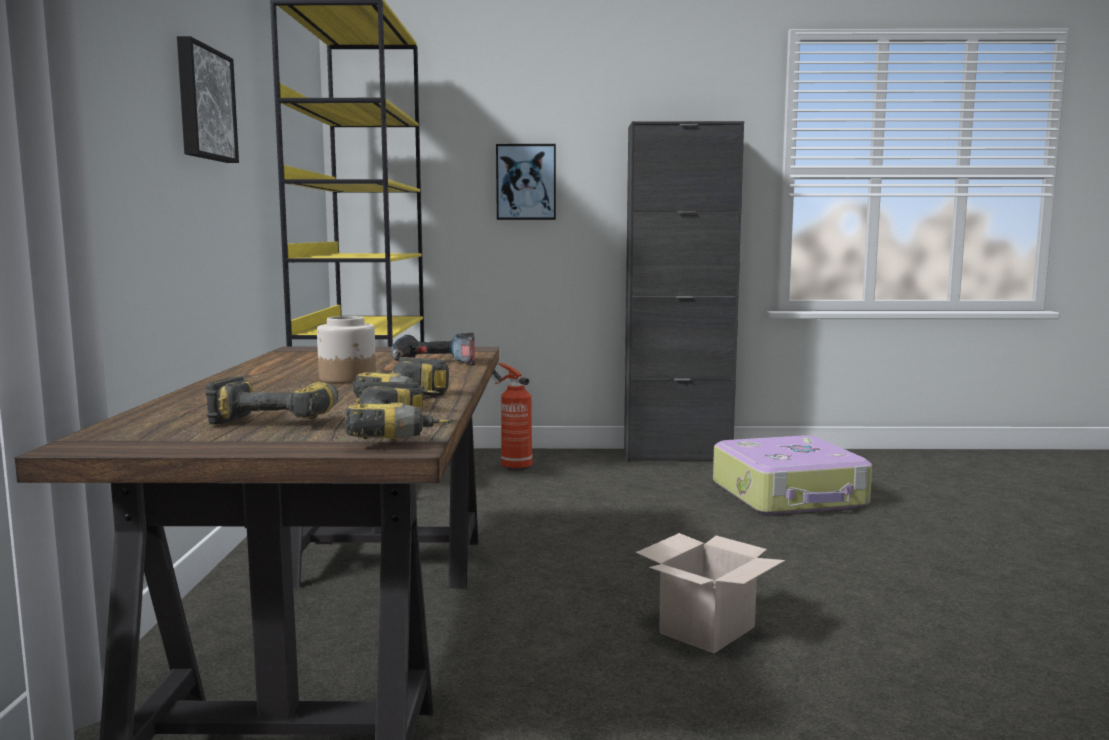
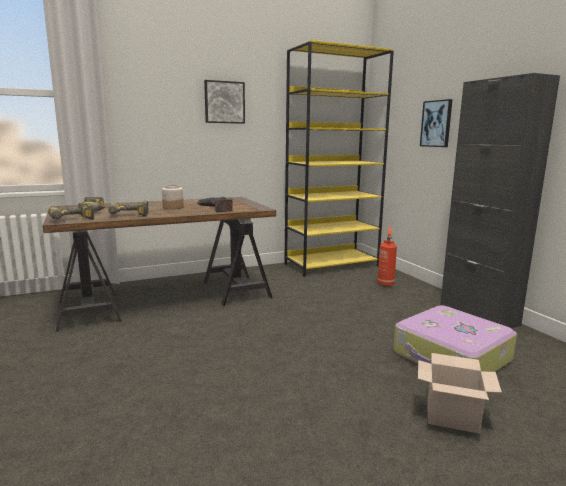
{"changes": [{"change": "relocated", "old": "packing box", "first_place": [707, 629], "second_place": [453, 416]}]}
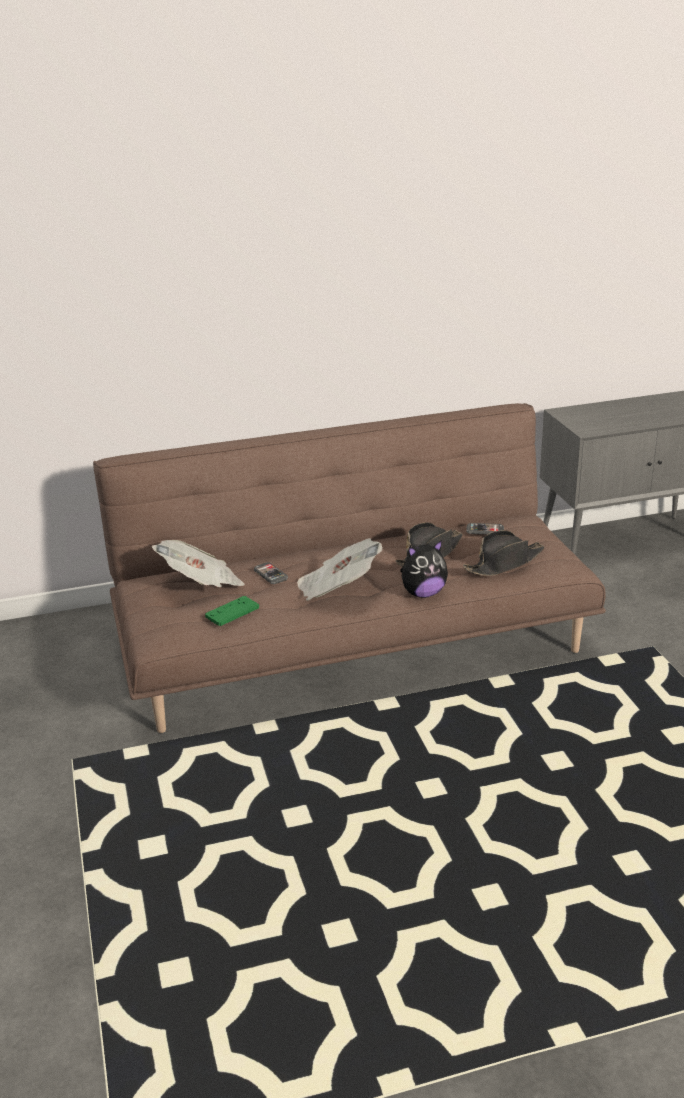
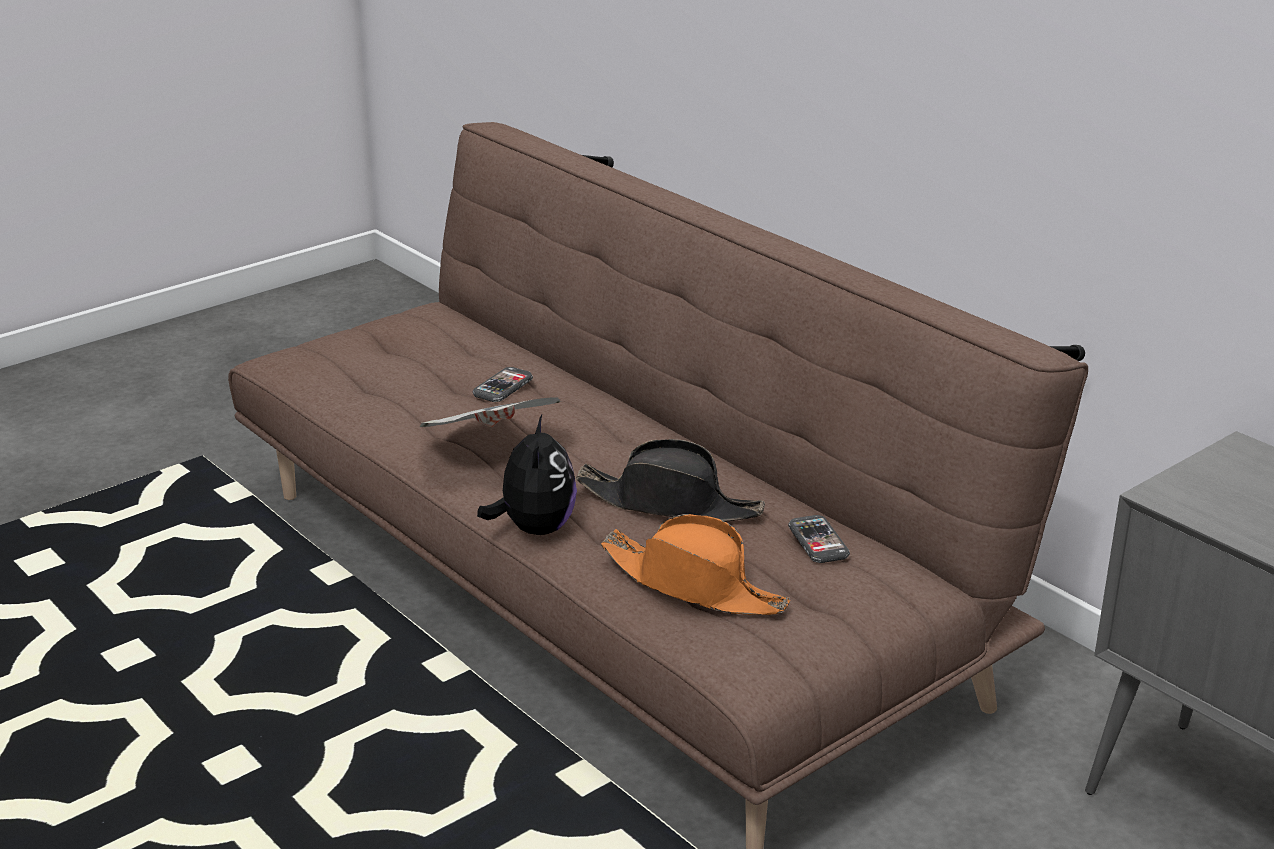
{"changes": [{"change": "colour", "old": "wearable hat (blackish)", "new": "wearable hat (orangey)", "first_place": [504, 563], "second_place": [694, 585]}, {"change": "missing", "old": "newspaper", "first_place": [201, 584]}, {"change": "spun", "old": "cuddly toy", "first_place": [423, 593], "second_place": [534, 528], "degrees": -135}, {"change": "missing", "old": "gamepad (green-coloured)", "first_place": [232, 612]}]}
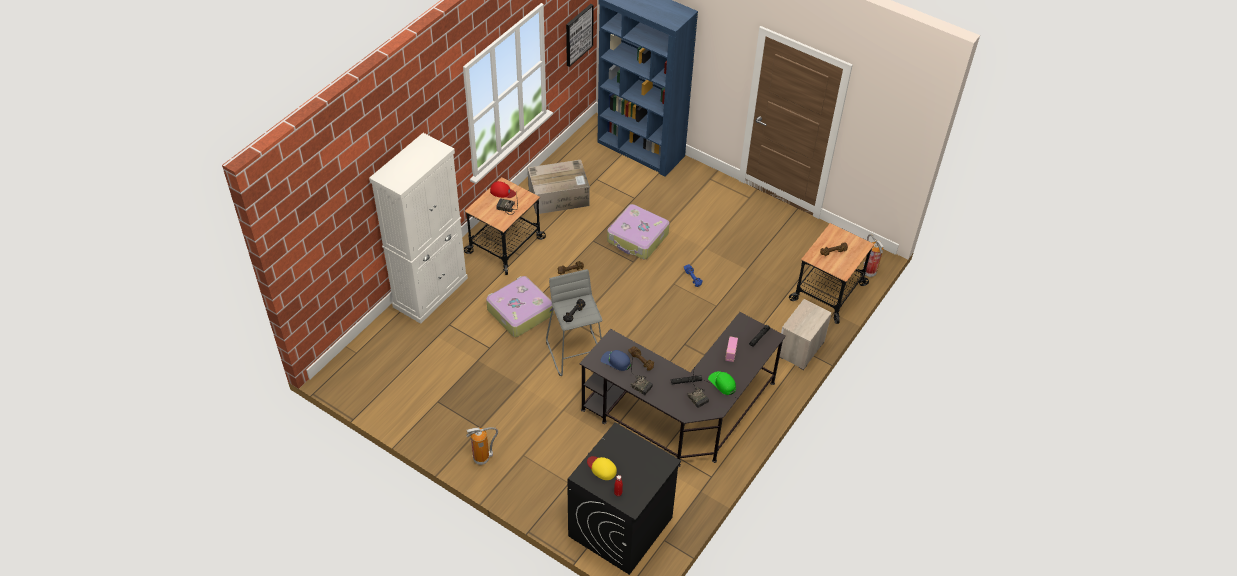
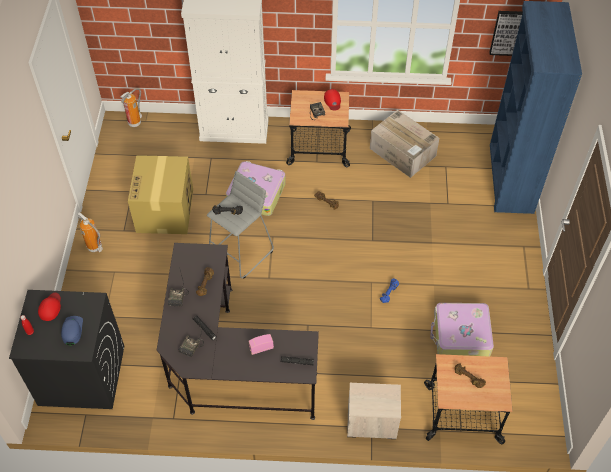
{"changes": [{"change": "relocated", "old": "suitcase", "first_place": [637, 238], "second_place": [460, 335]}, {"change": "relocated", "old": "fire extinguisher", "first_place": [868, 271], "second_place": [135, 122]}, {"change": "relocated", "old": "peaked cap (blue-coloured)", "first_place": [616, 361], "second_place": [72, 330]}, {"change": "missing", "old": "peaked cap (green-coloured)", "first_place": [722, 383]}, {"change": "colour", "old": "peaked cap (yellow)", "new": "peaked cap (red)", "first_place": [601, 468], "second_place": [50, 307]}, {"change": "appeared", "new": "packing box", "second_place": [165, 211]}]}
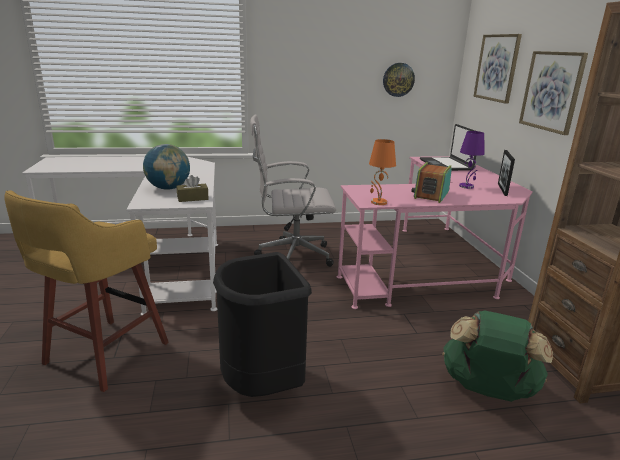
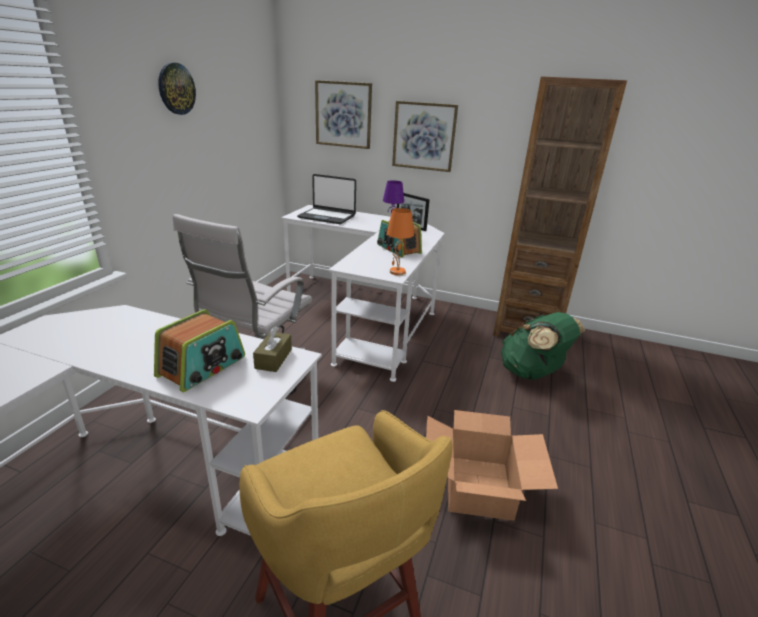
{"changes": [{"change": "relocated", "old": "clock on the wall", "first_place": [398, 79], "second_place": [176, 89]}, {"change": "exchanged", "old": "globe", "new": "radio receiver", "first_place": [168, 188], "second_place": [202, 367]}, {"change": "colour", "old": "desk unit (pink-coloured)", "new": "desk unit (whitish)", "first_place": [433, 268], "second_place": [367, 314]}, {"change": "exchanged", "old": "trash can (blackish)", "new": "packing box", "first_place": [261, 387], "second_place": [479, 487]}]}
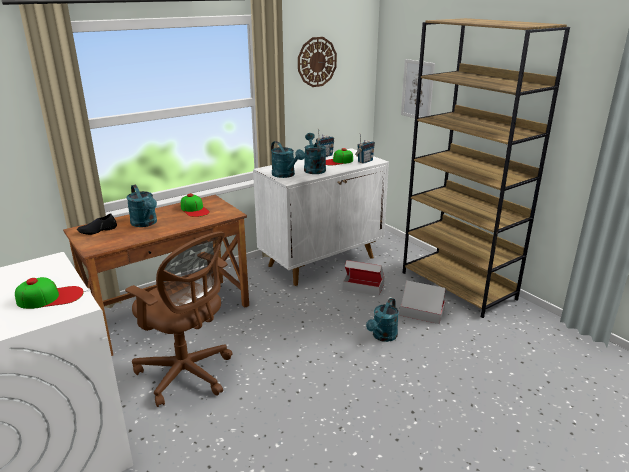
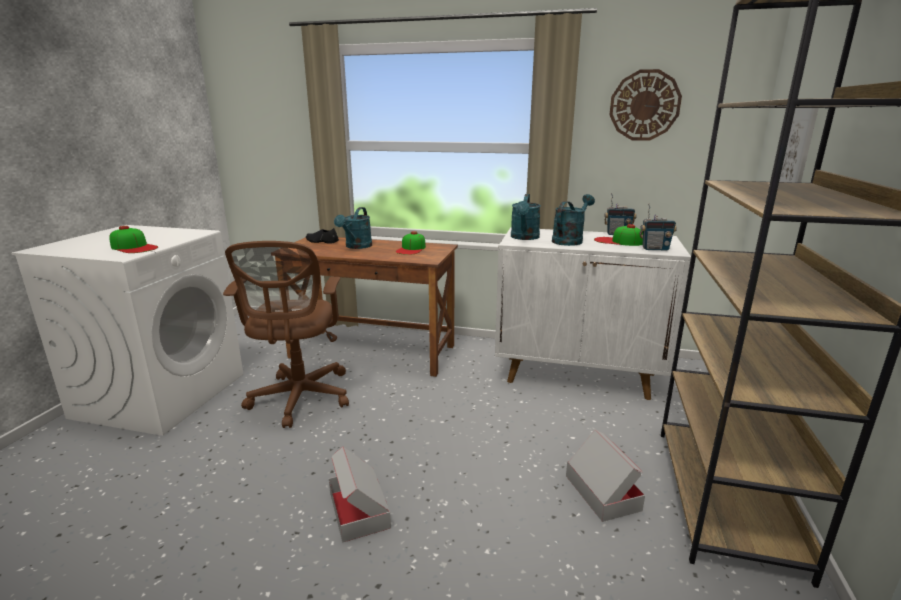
{"changes": [{"change": "relocated", "old": "packing box", "first_place": [363, 286], "second_place": [359, 510]}, {"change": "missing", "old": "sprinkling can (blue-green)", "first_place": [383, 337]}]}
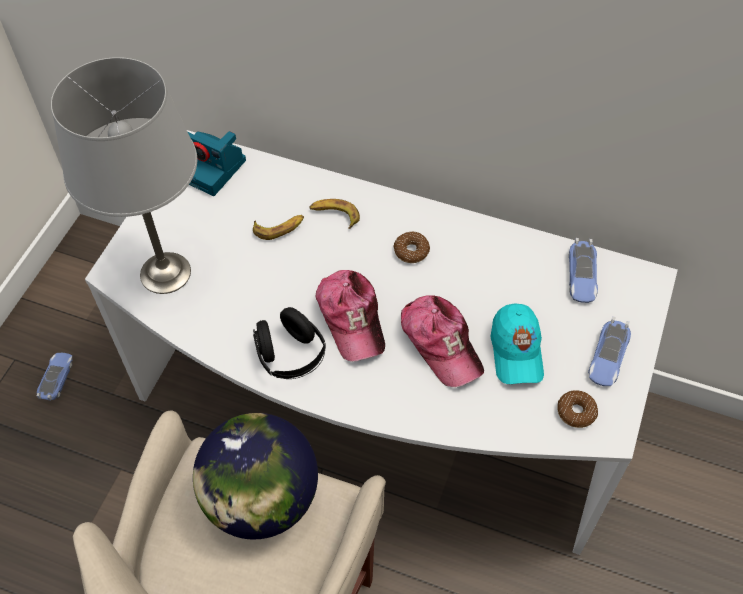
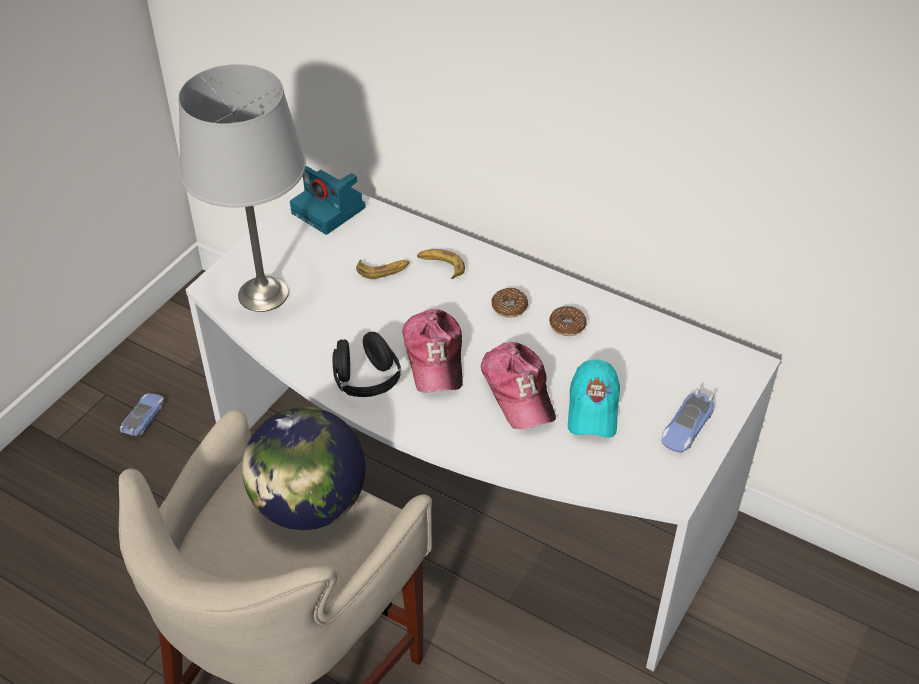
{"changes": [{"change": "missing", "old": "model car", "first_place": [581, 276]}, {"change": "relocated", "old": "doughnut", "first_place": [576, 412], "second_place": [567, 325]}]}
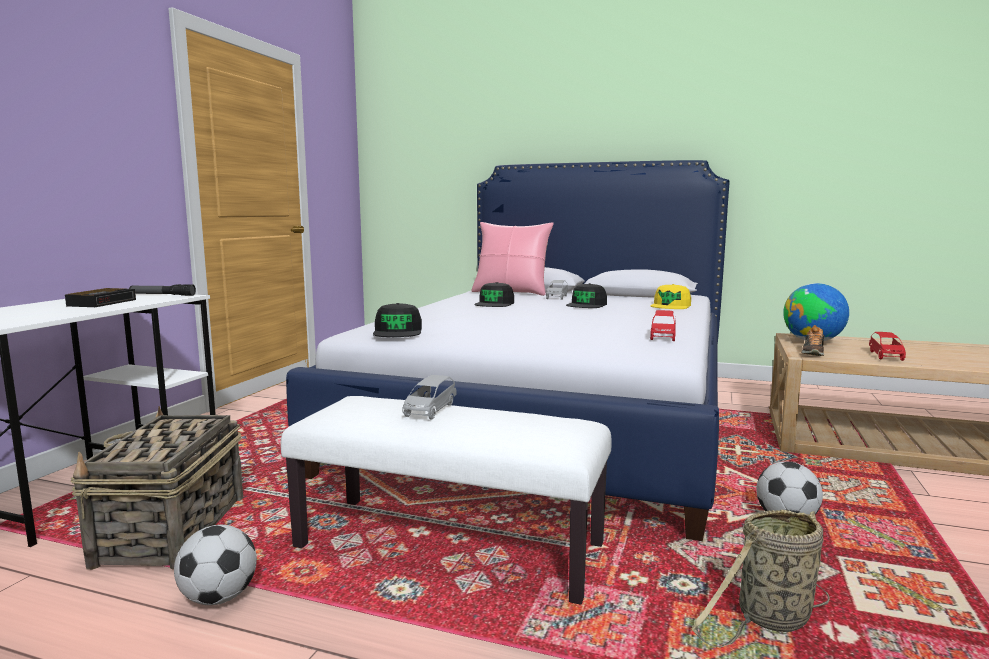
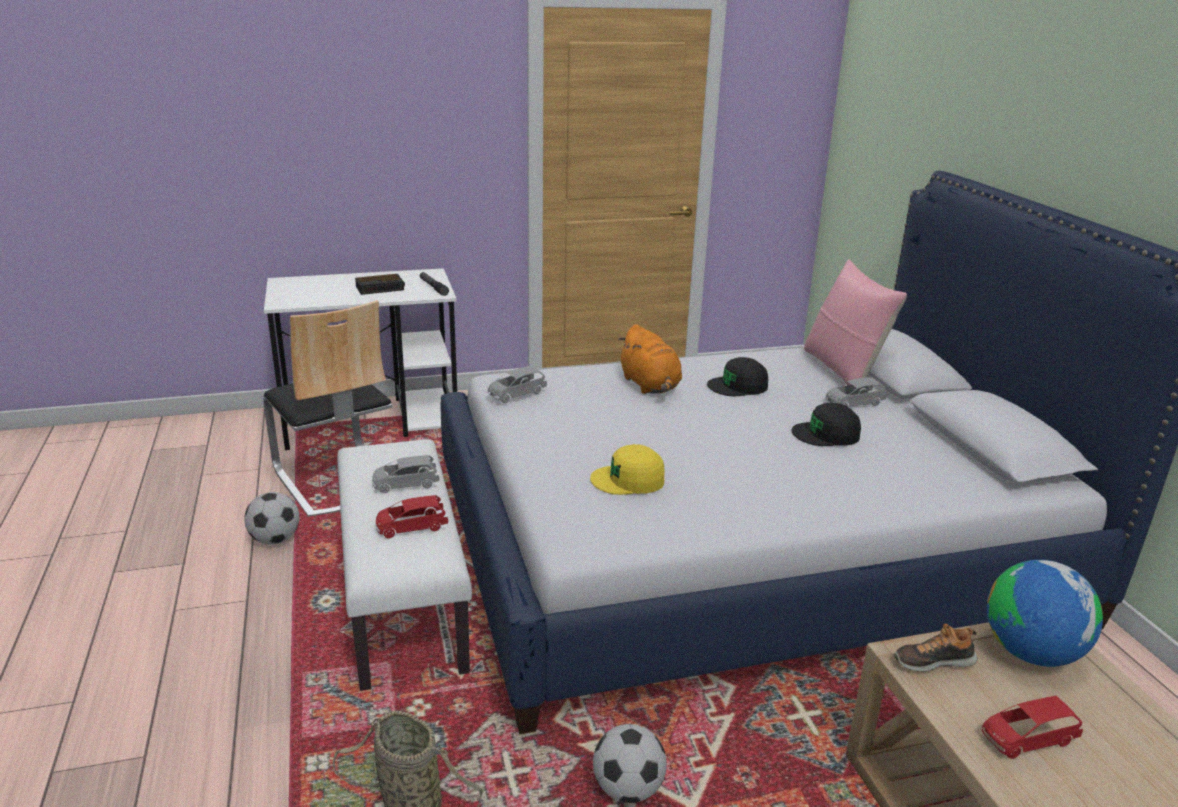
{"changes": [{"change": "relocated", "old": "peaked cap (yellow)", "first_place": [671, 306], "second_place": [629, 480]}, {"change": "exchanged", "old": "peaked cap (blackish)", "new": "model car (grey)", "first_place": [398, 331], "second_place": [516, 394]}, {"change": "relocated", "old": "model car (red)", "first_place": [663, 336], "second_place": [411, 527]}, {"change": "exchanged", "old": "storage basket", "new": "chair", "first_place": [171, 531], "second_place": [336, 481]}, {"change": "appeared", "new": "cuddly toy (orangey)", "second_place": [650, 386]}]}
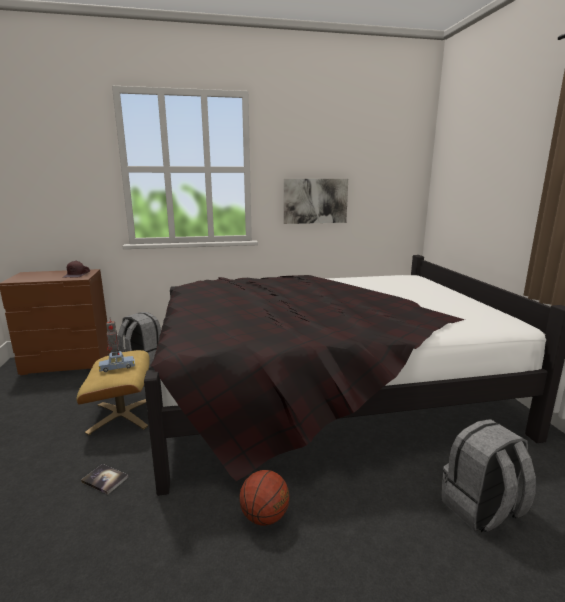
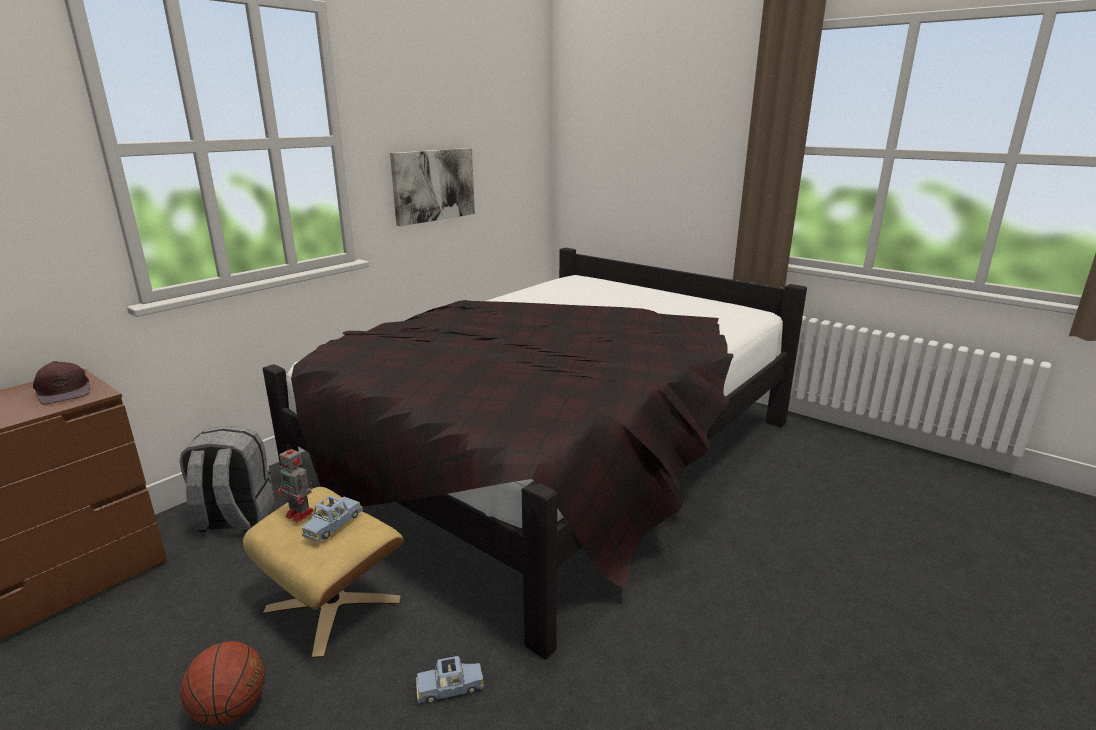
{"changes": [{"change": "missing", "old": "backpack (grey)", "first_place": [481, 510]}, {"change": "exchanged", "old": "volume", "new": "model car (blue-coloured)", "first_place": [105, 479], "second_place": [450, 688]}, {"change": "relocated", "old": "ball for basketball", "first_place": [264, 517], "second_place": [231, 709]}]}
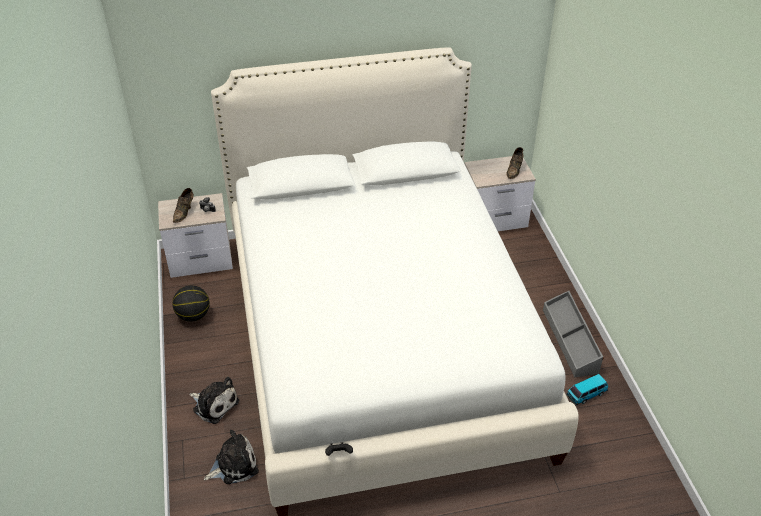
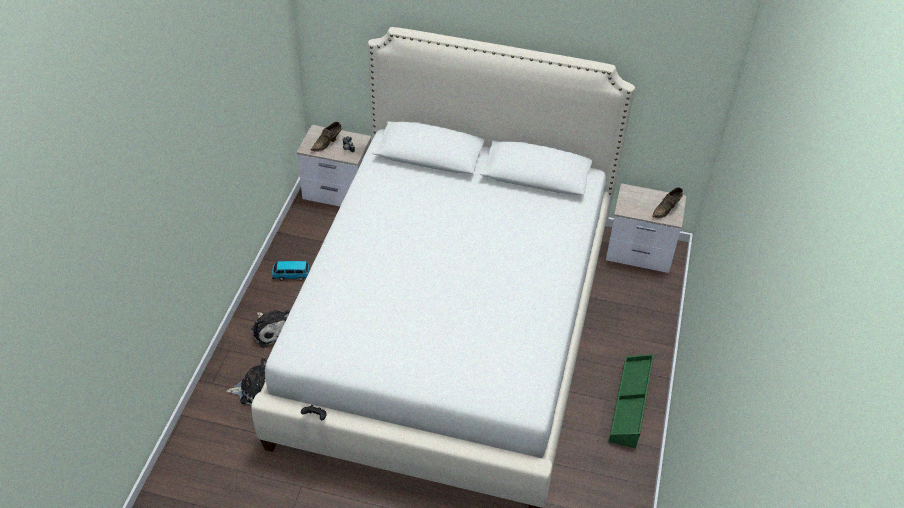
{"changes": [{"change": "missing", "old": "ball for basketball", "first_place": [193, 315]}, {"change": "colour", "old": "storage bin (grey)", "new": "storage bin (green-coloured)", "first_place": [571, 340], "second_place": [631, 405]}, {"change": "relocated", "old": "model car", "first_place": [586, 394], "second_place": [291, 275]}]}
